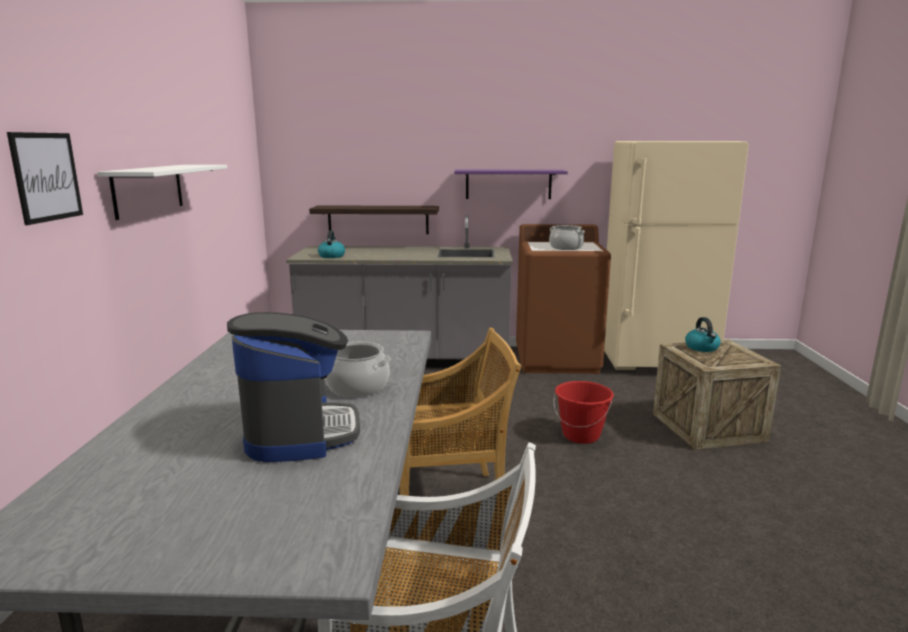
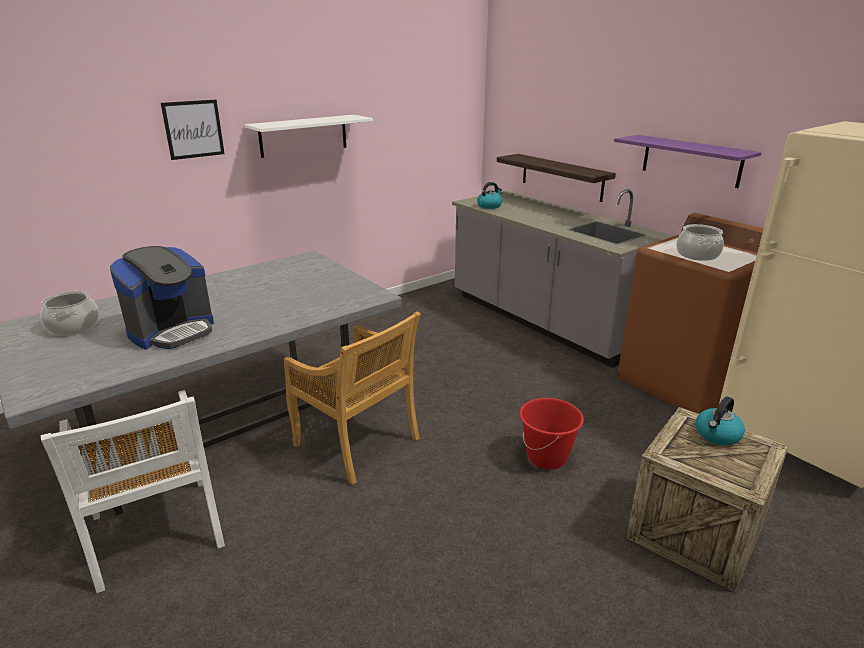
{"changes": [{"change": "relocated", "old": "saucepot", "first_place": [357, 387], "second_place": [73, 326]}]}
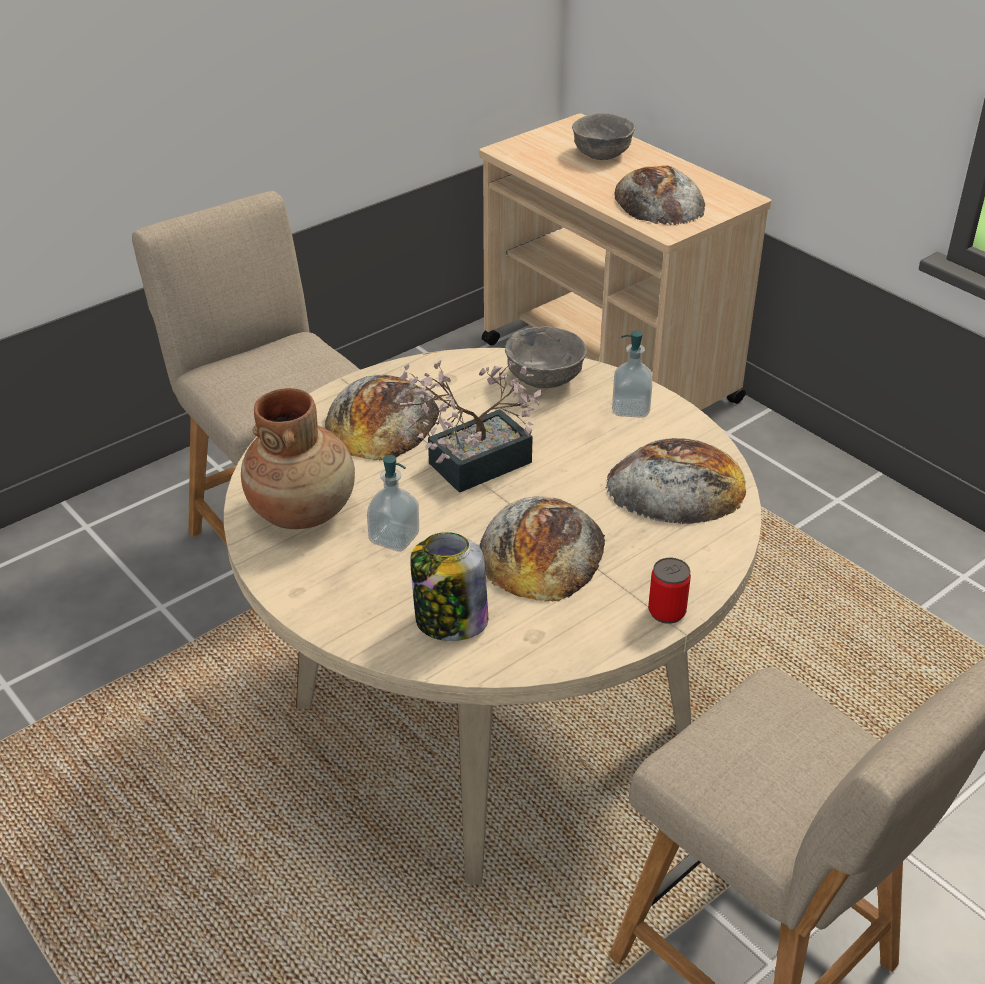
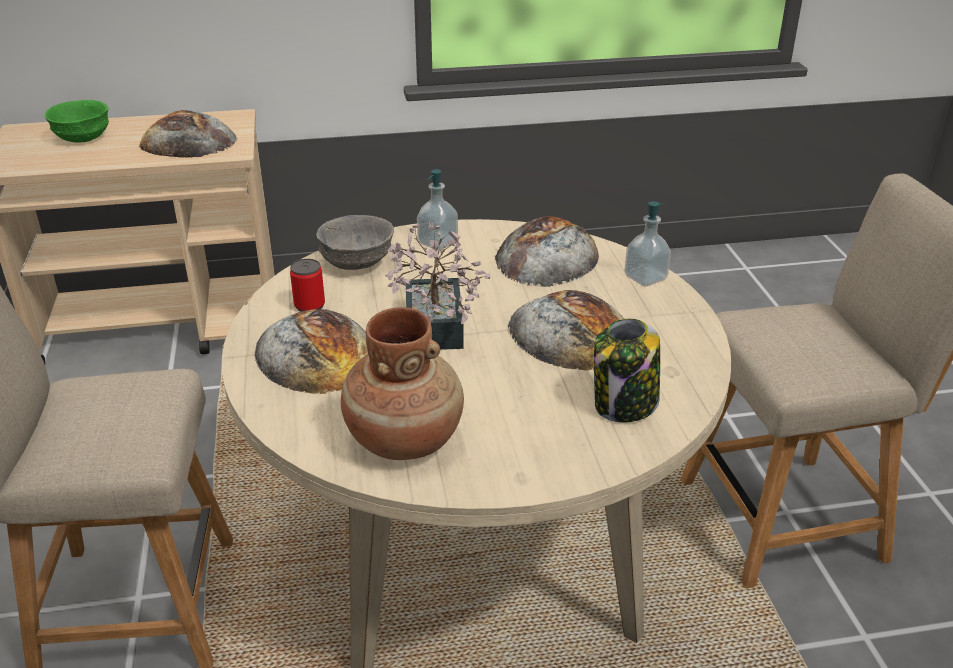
{"changes": [{"change": "colour", "old": "deep dish (grey)", "new": "deep dish (green-coloured)", "first_place": [602, 154], "second_place": [83, 137]}, {"change": "relocated", "old": "soap bottle", "first_place": [394, 538], "second_place": [645, 278]}, {"change": "relocated", "old": "can", "first_place": [667, 612], "second_place": [309, 305]}]}
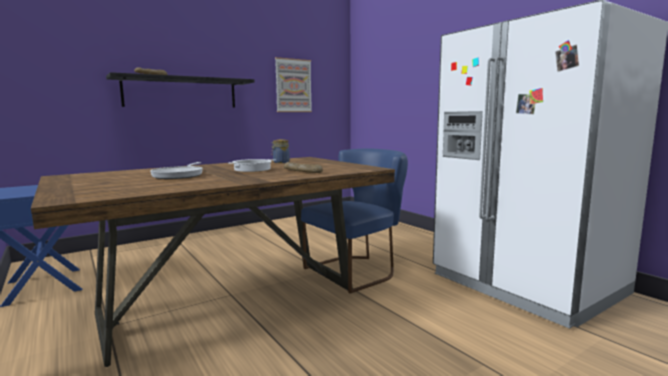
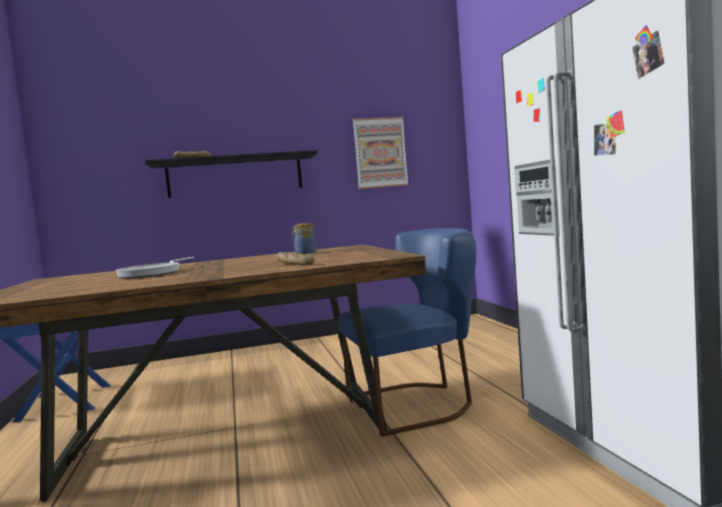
{"changes": [{"change": "missing", "old": "saucepot", "first_place": [252, 169]}]}
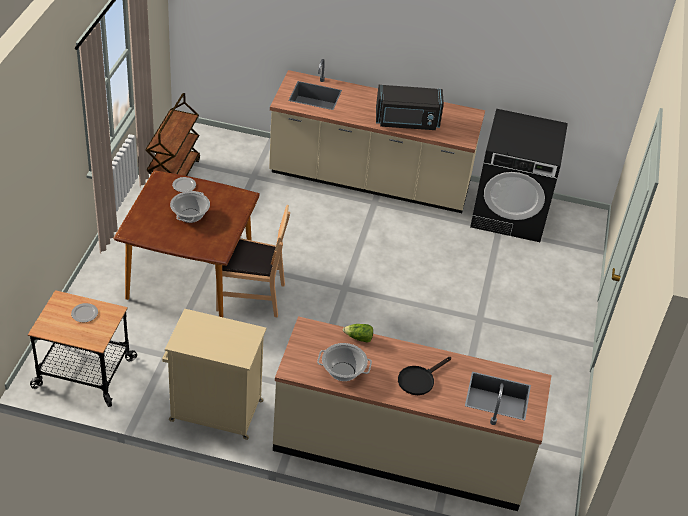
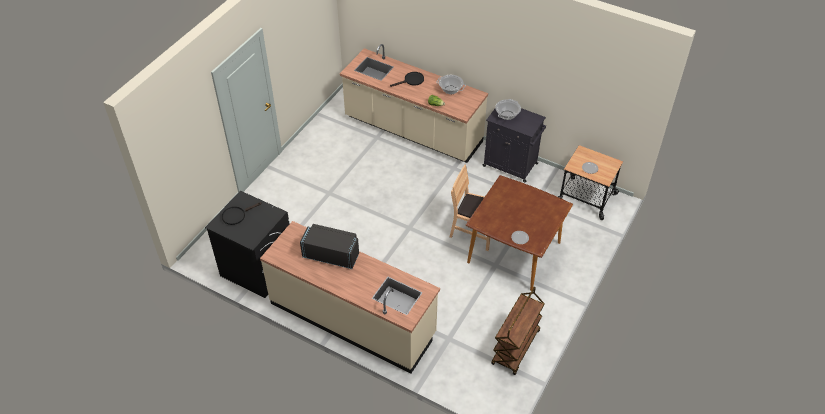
{"changes": [{"change": "relocated", "old": "saucepot", "first_place": [190, 216], "second_place": [507, 115]}, {"change": "colour", "old": "cupboard (sand-coloured)", "new": "cupboard (blackish)", "first_place": [214, 410], "second_place": [511, 165]}, {"change": "appeared", "new": "pan (blackish)", "second_place": [237, 215]}]}
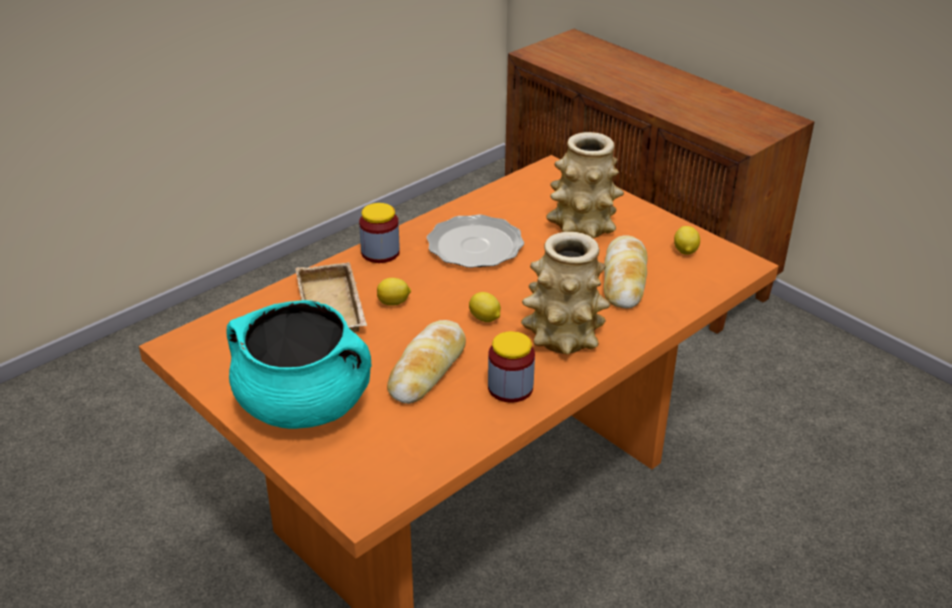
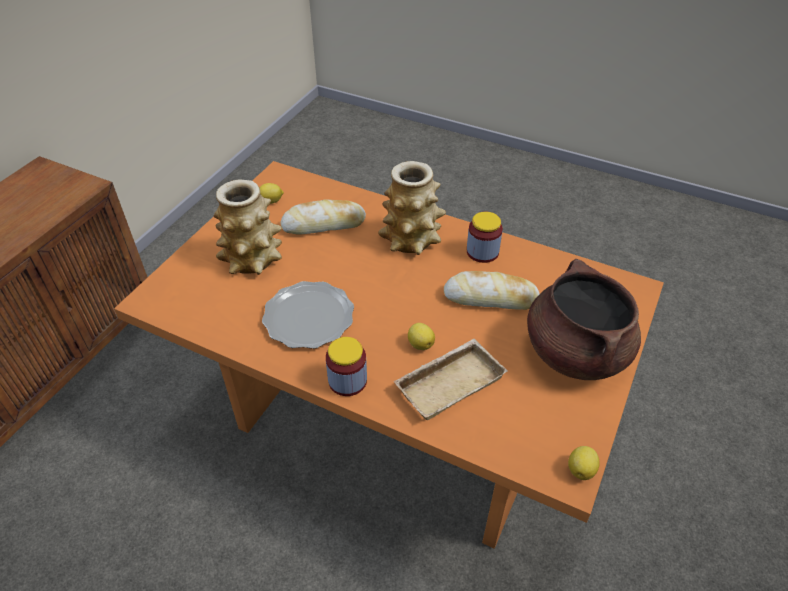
{"changes": [{"change": "relocated", "old": "whole lemon", "first_place": [485, 319], "second_place": [581, 469]}, {"change": "colour", "old": "saucepot (blue-green)", "new": "saucepot (brownish)", "first_place": [305, 405], "second_place": [575, 352]}]}
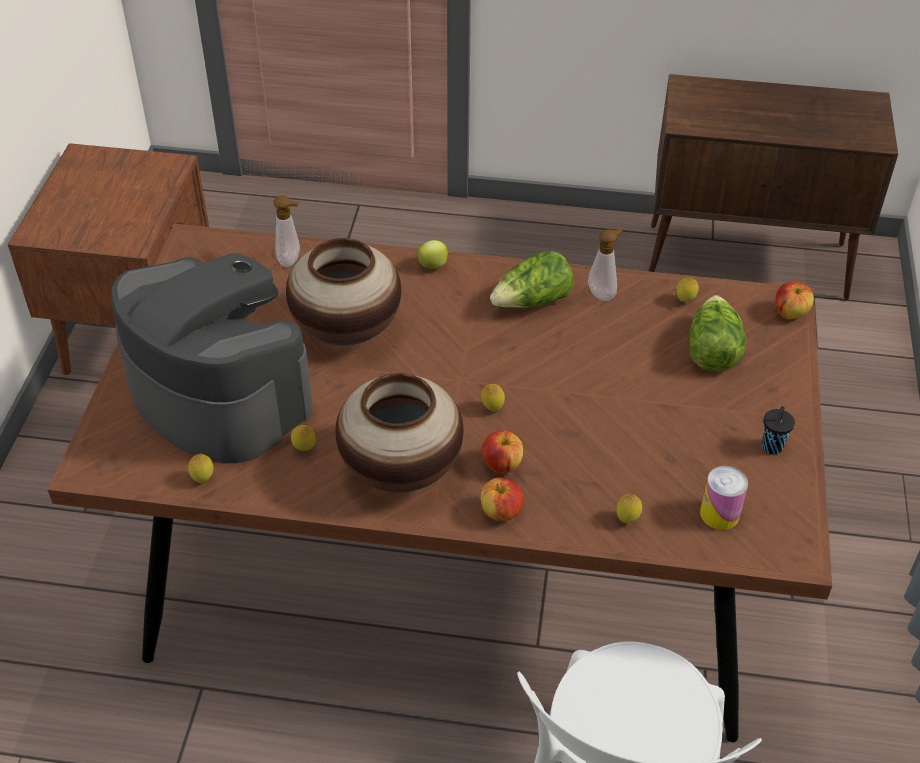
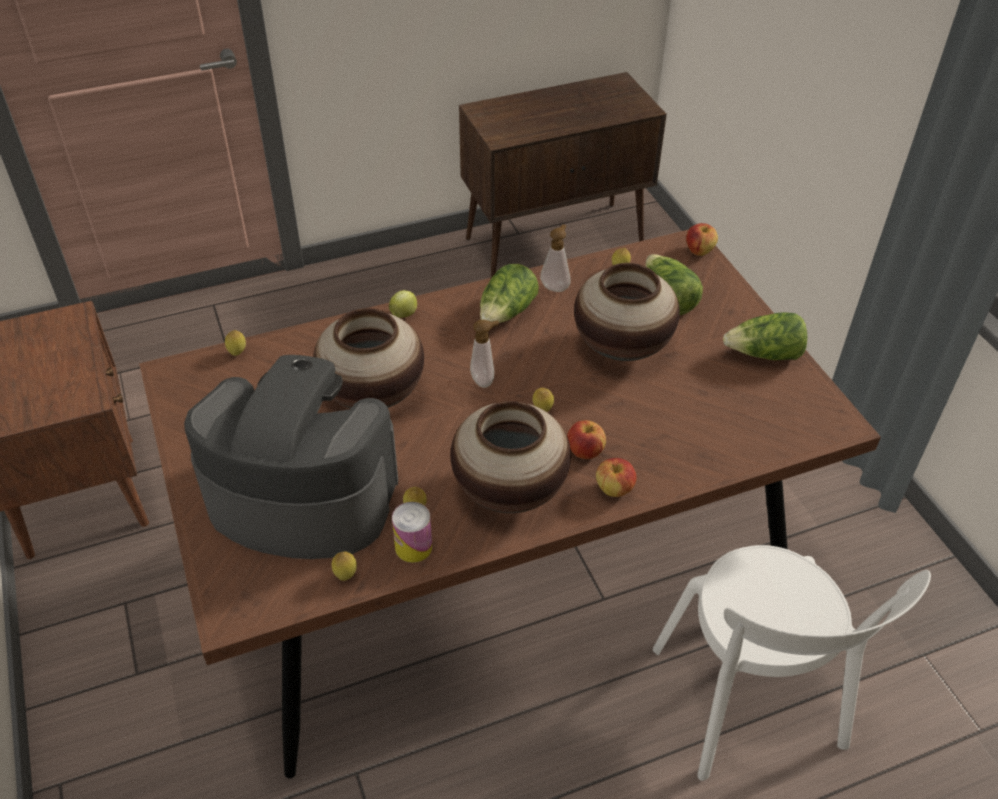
{"changes": [{"change": "relocated", "old": "soap bottle", "first_place": [291, 260], "second_place": [484, 380]}, {"change": "exchanged", "old": "drinking cup (blackish)", "new": "lettuce", "first_place": [771, 448], "second_place": [764, 354]}, {"change": "relocated", "old": "can", "first_place": [719, 514], "second_place": [413, 547]}, {"change": "relocated", "old": "whole lemon", "first_place": [627, 519], "second_place": [237, 353]}, {"change": "appeared", "new": "flower vase", "second_place": [622, 347]}]}
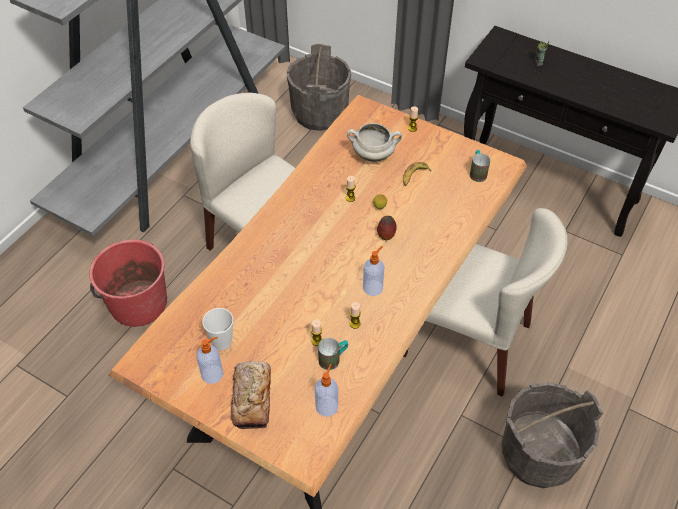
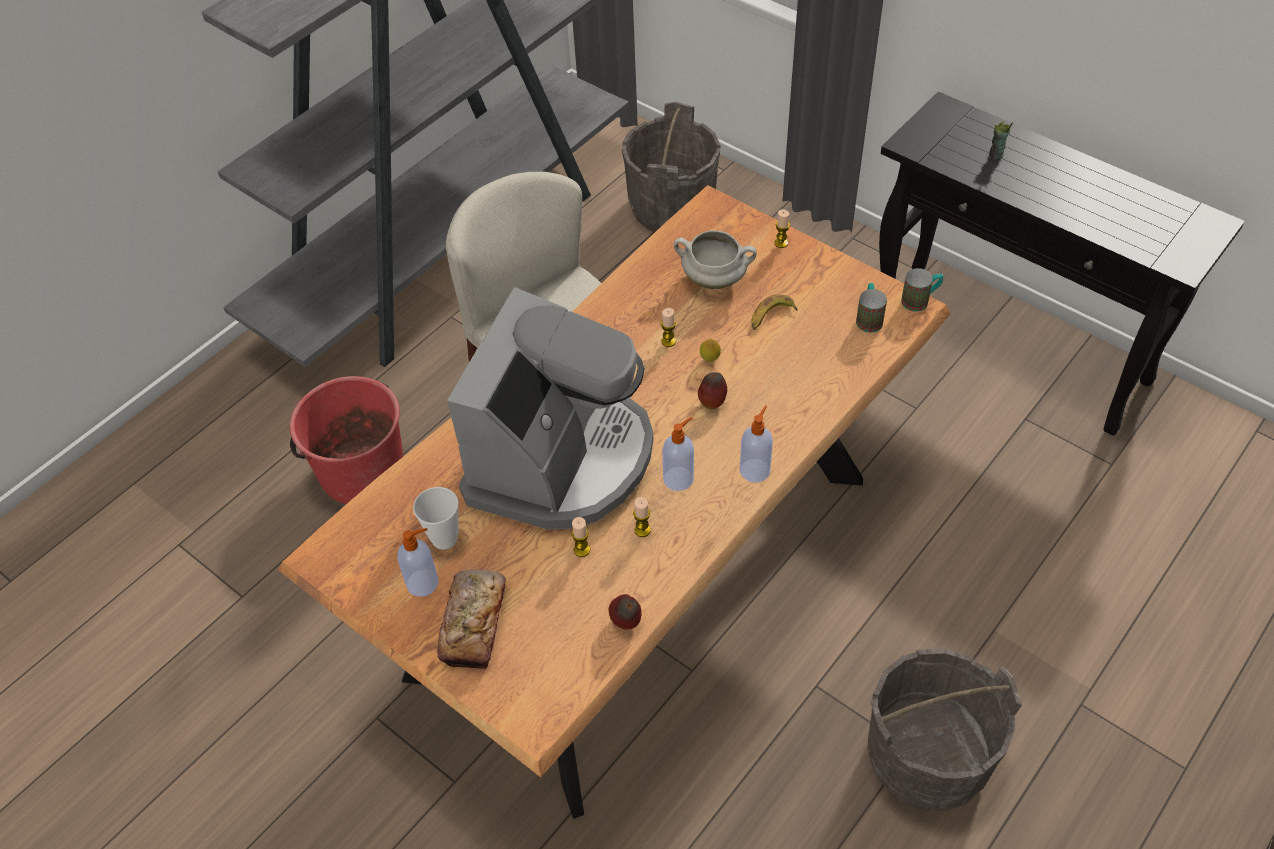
{"changes": [{"change": "missing", "old": "chair (sand-coloured)", "first_place": [467, 340]}, {"change": "relocated", "old": "coffee mug", "first_place": [333, 359], "second_place": [920, 300]}, {"change": "relocated", "old": "soap bottle", "first_place": [327, 406], "second_place": [755, 469]}, {"change": "appeared", "new": "coffee brewer", "second_place": [561, 459]}, {"change": "appeared", "new": "whole apple", "second_place": [626, 623]}]}
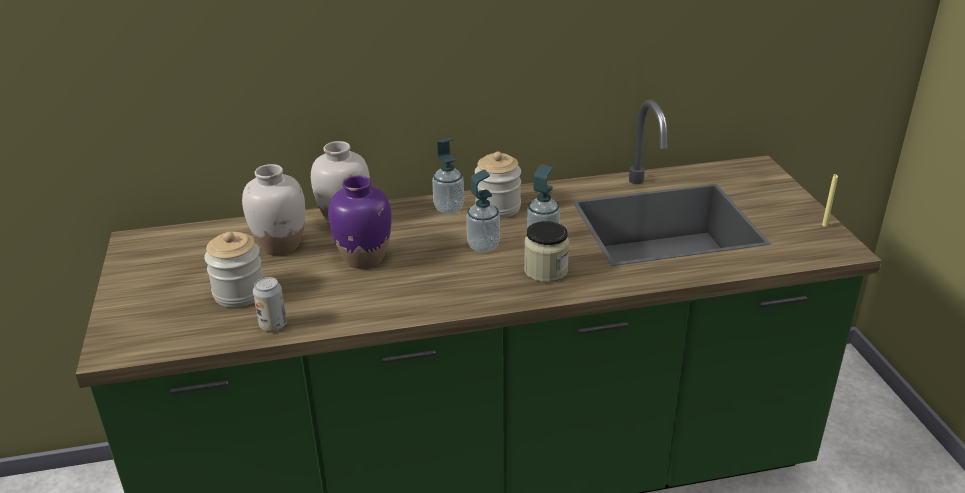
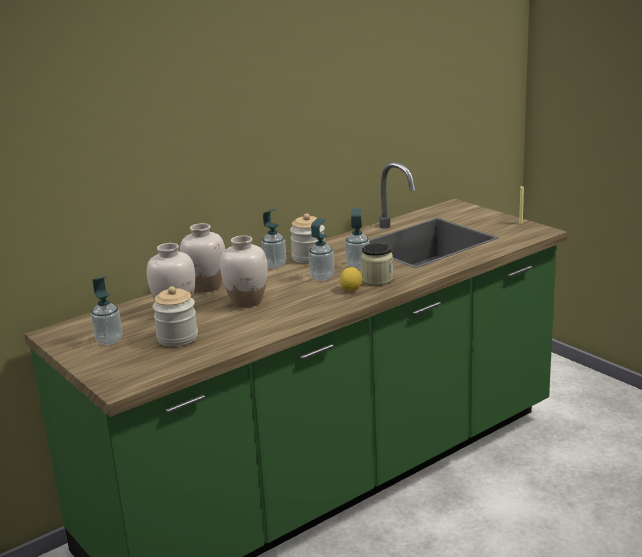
{"changes": [{"change": "colour", "old": "flower vase (purple)", "new": "flower vase (whitish)", "first_place": [364, 258], "second_place": [247, 301]}, {"change": "missing", "old": "can", "first_place": [273, 325]}, {"change": "appeared", "new": "whole lemon", "second_place": [351, 289]}, {"change": "appeared", "new": "soap bottle", "second_place": [109, 340]}]}
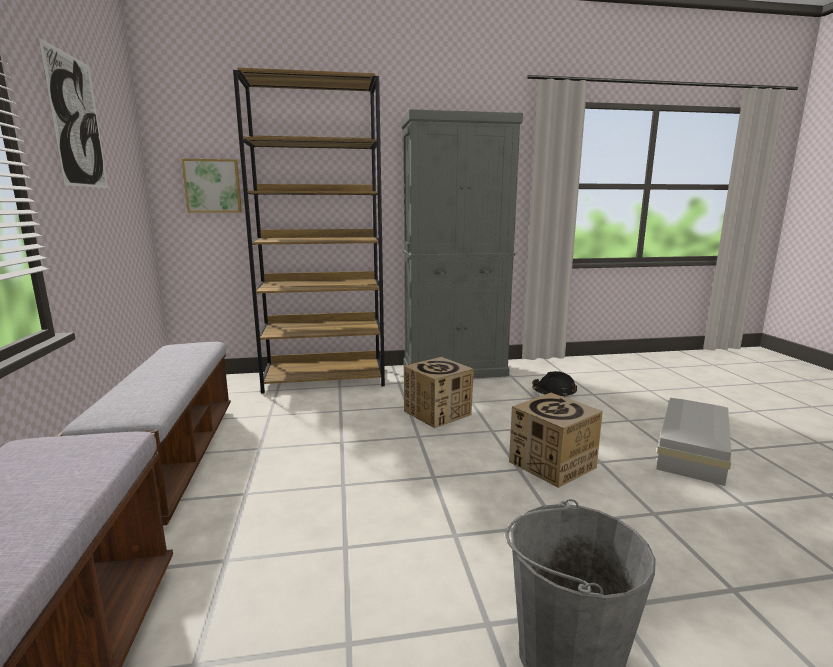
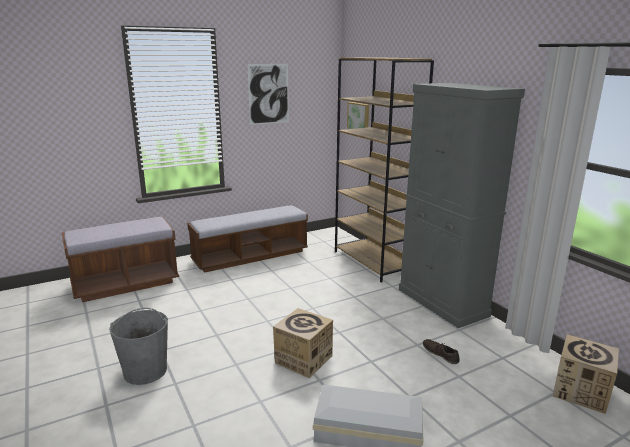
{"changes": [{"change": "relocated", "old": "packing box", "first_place": [437, 413], "second_place": [581, 391]}, {"change": "exchanged", "old": "work helmet (blackish)", "new": "low shoe (brownish)", "first_place": [554, 392], "second_place": [440, 354]}]}
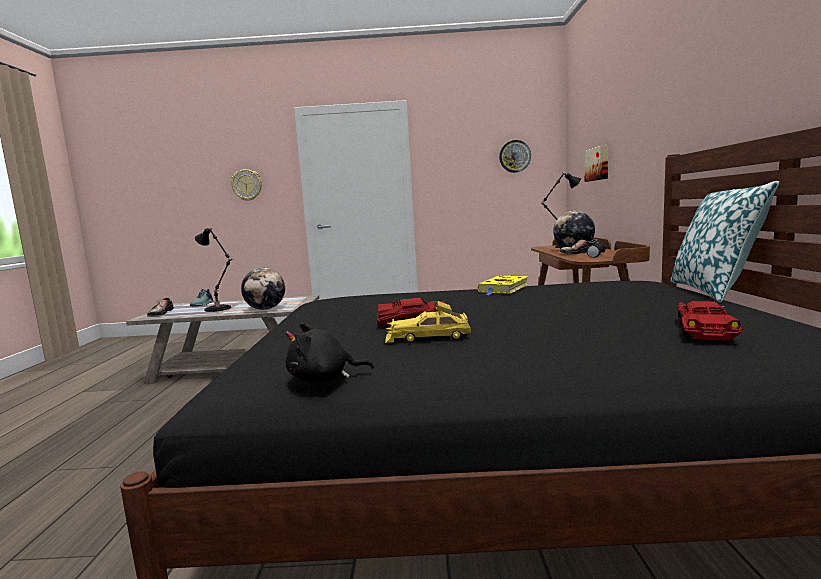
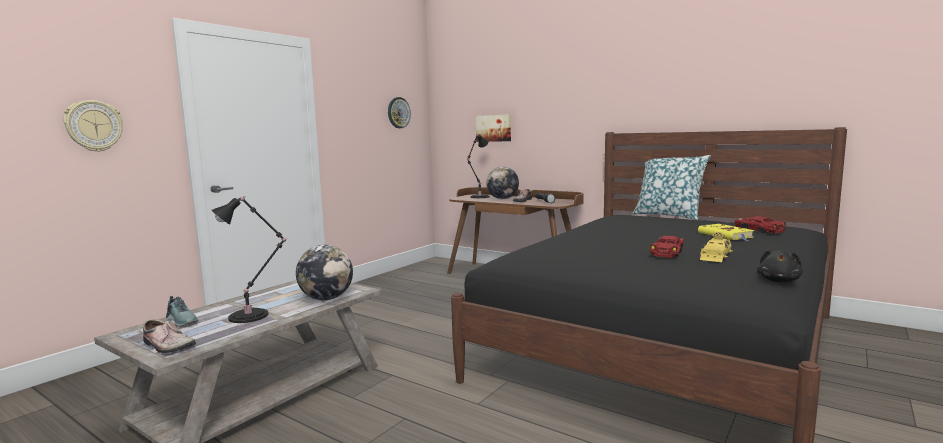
{"changes": [{"change": "relocated", "old": "volume (yellow)", "first_place": [503, 289], "second_place": [726, 235]}]}
